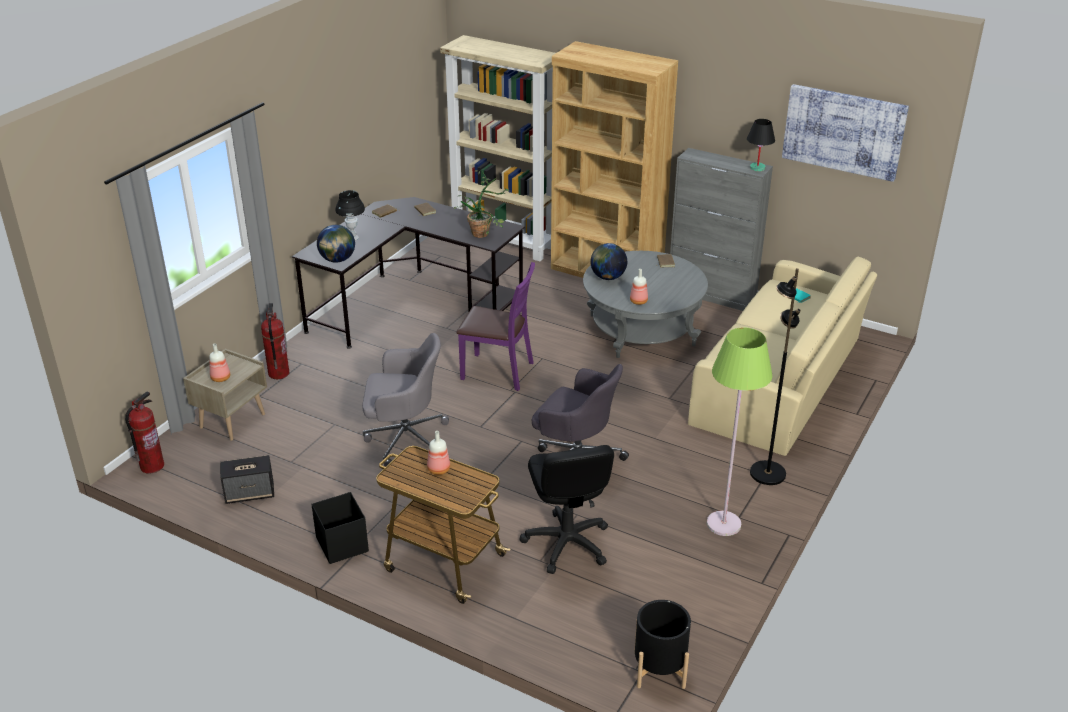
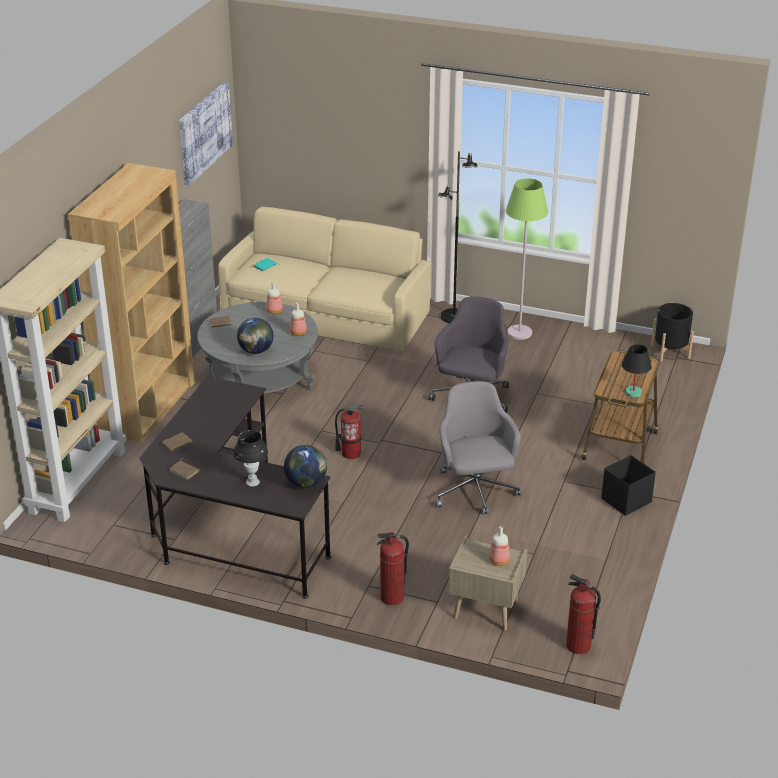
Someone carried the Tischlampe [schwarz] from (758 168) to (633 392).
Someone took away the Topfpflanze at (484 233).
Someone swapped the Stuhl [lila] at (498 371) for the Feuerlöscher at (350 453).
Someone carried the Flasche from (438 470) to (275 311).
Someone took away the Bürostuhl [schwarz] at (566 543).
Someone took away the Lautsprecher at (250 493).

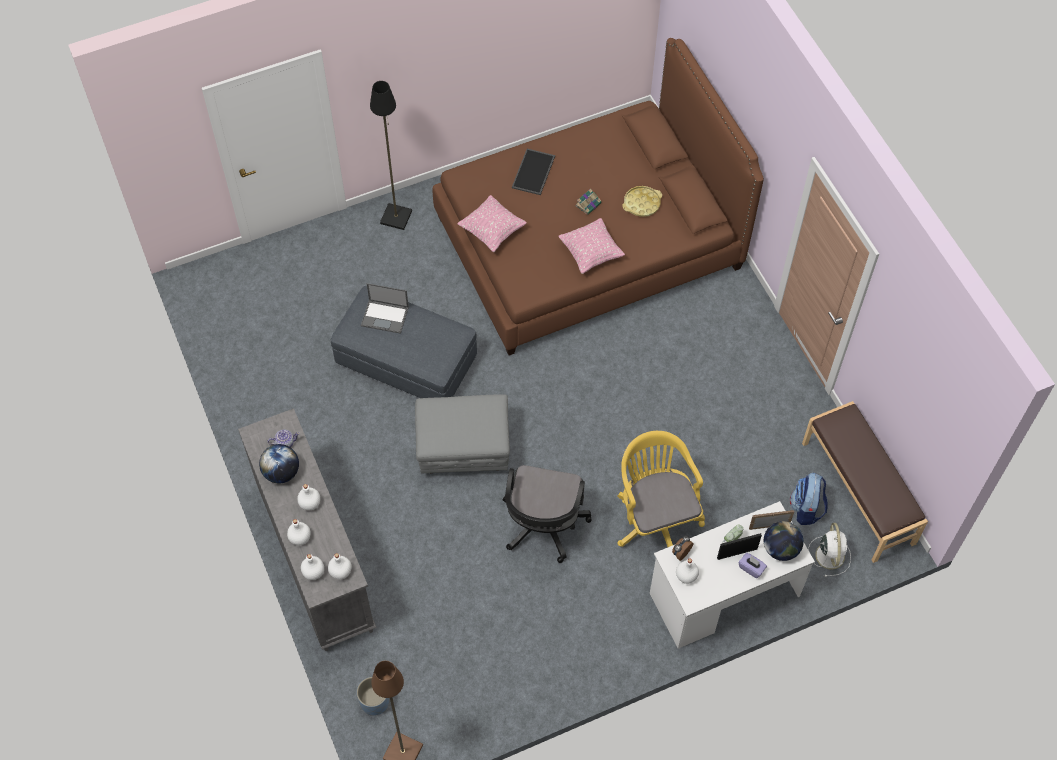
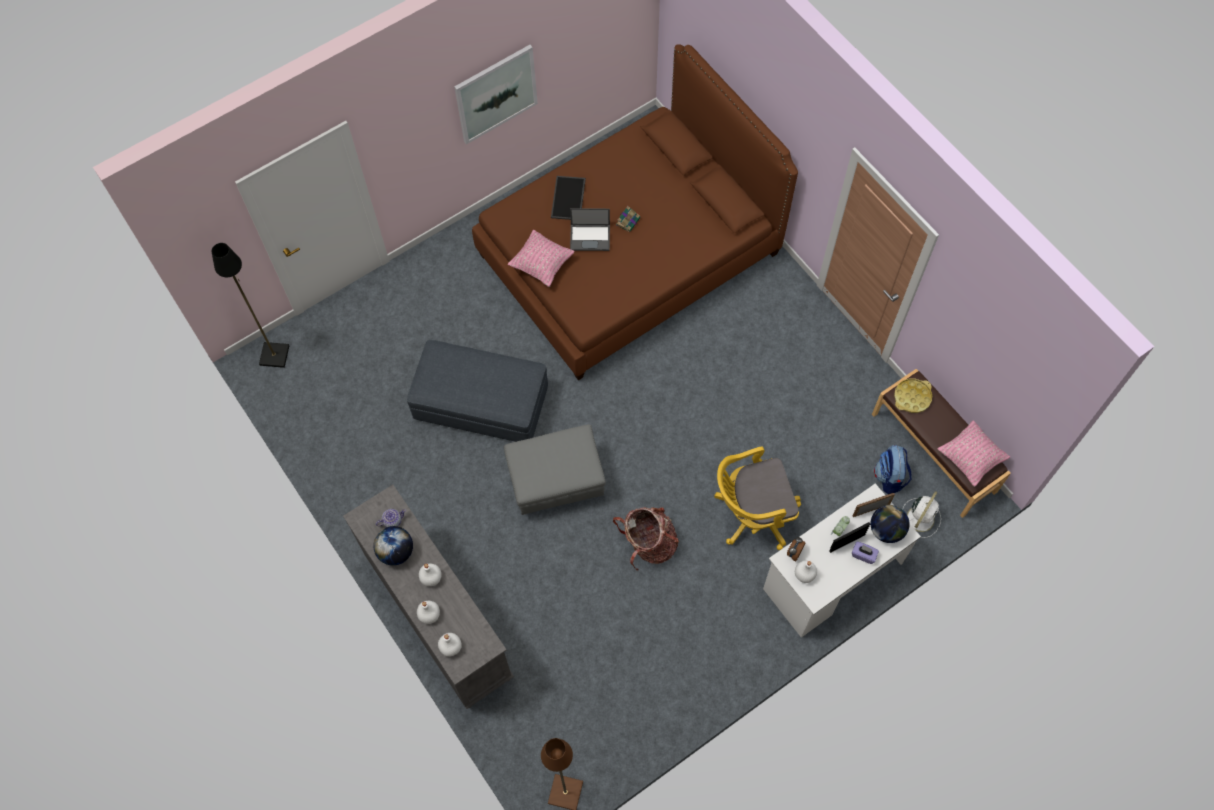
Someone carried the Stehlampe [schwarz] from (396 217) to (275 355).
Someone carried the Tablett [gelb] from (641 203) to (912 397).
Someone carried the Kissen [rosa] from (591 253) to (970 458).
Someone carried the Laptop from (385 316) to (590 237).
Someone rotated the Bürostuhl [gelb] at (655 518) by 75 degrees counterclockwise.
Someone swapped the Bürostuhl [schwarz] at (543 527) for the Rucksack at (648 544).
Someone rotated the Ventilator [weiß] at (829 554) by 45 degrees clockwise.
Someone took away the Flasche [weiß] at (341 571).
Someone took away the Pflanzkübel [blau] at (374 702).
Someone put up the Bild at (496 94).

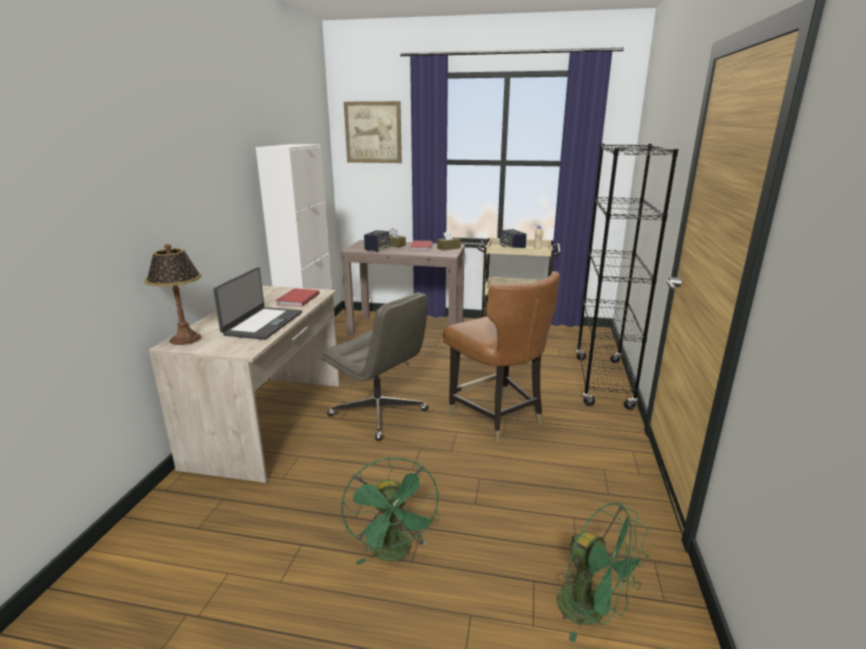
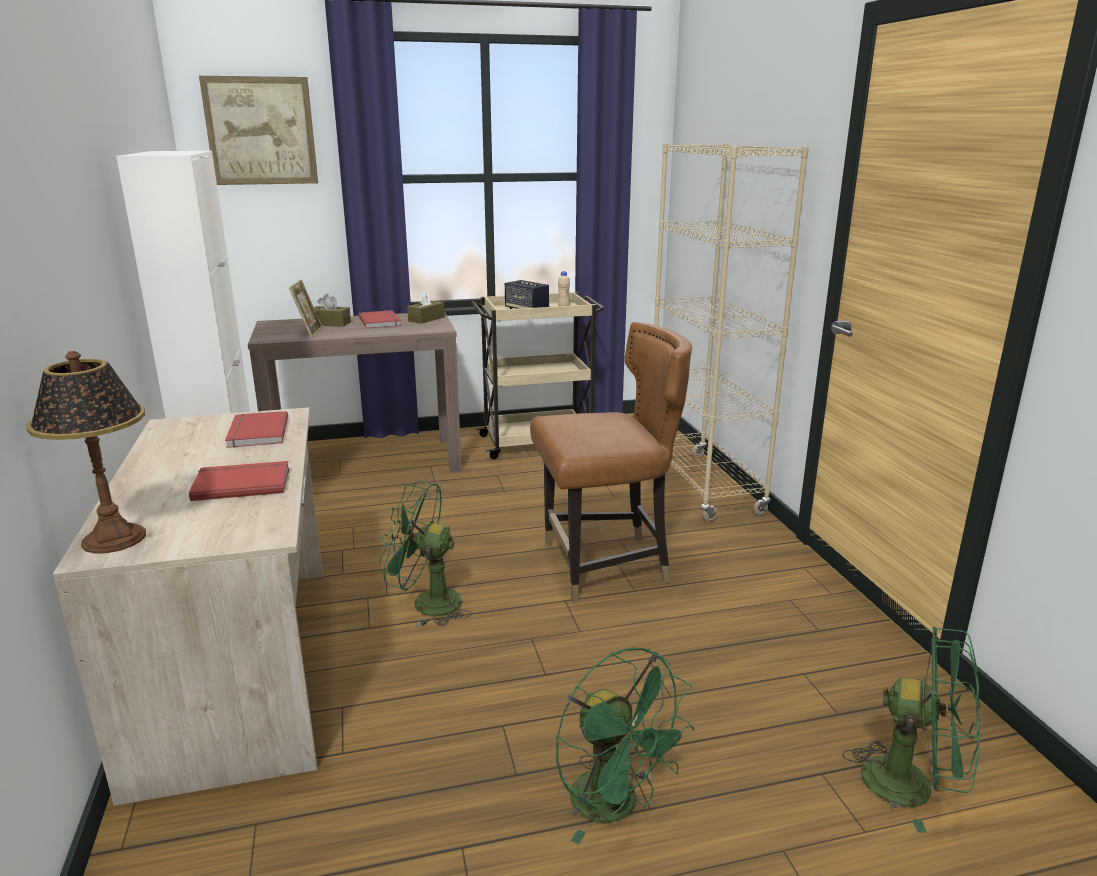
Someone repainted the Bücherregal [schwarz] at (602 382), which became the Bücherregal [beige] at (703 486).
Someone swapped the Lautsprecher at (377 249) for the Bilderrahmen at (309 333).
Someone swapped the Laptop at (262 323) for the Buch [rot] at (241 483).
Someone rotated the Stuhl [braun] at (497 417) by 45 degrees counterclockwise.
Someone swapped the Bürostuhl [grau] at (379 413) for the Ventilator [grün] at (426 603).

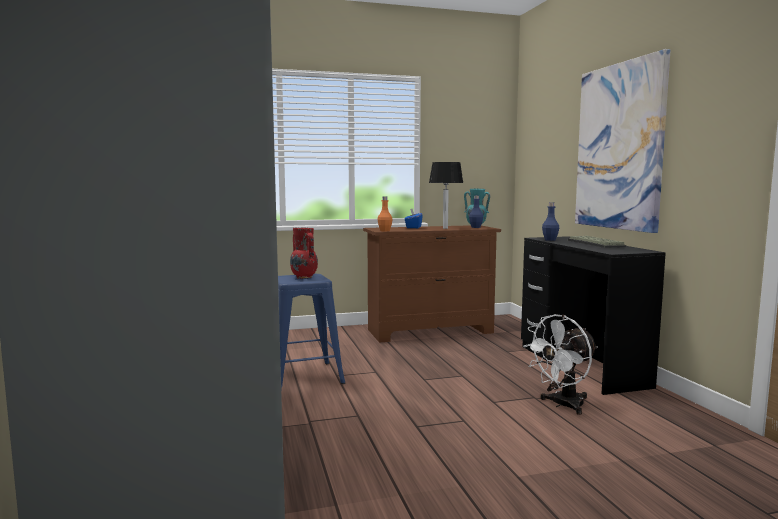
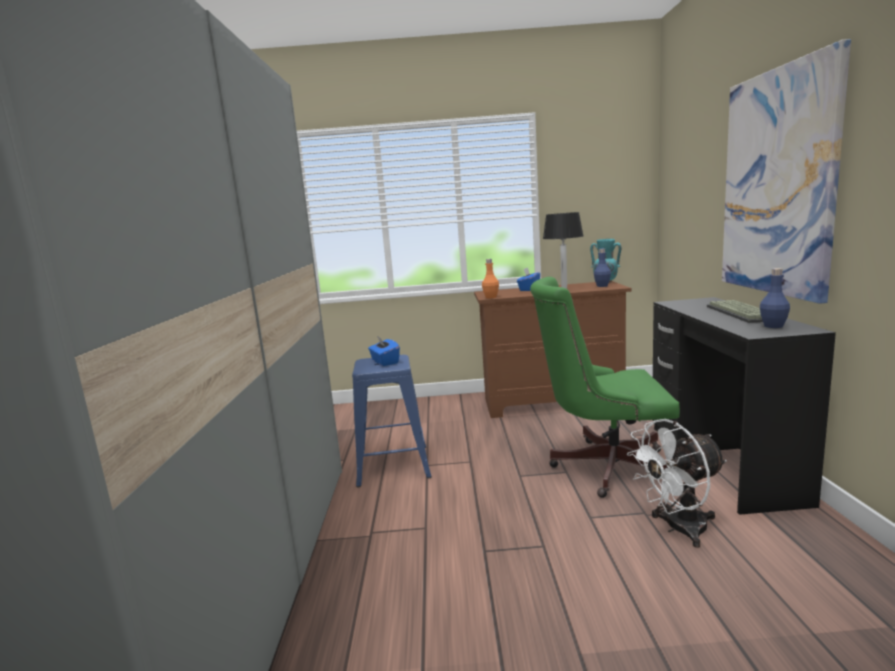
Someone carried the Flasche [blau] from (550 240) to (773 326).
Someone swapped the Vase [rot] at (304 277) for the Taschentuchbox [blau] at (384 362).
Someone put down the Bürostuhl [grün] at (604 466).

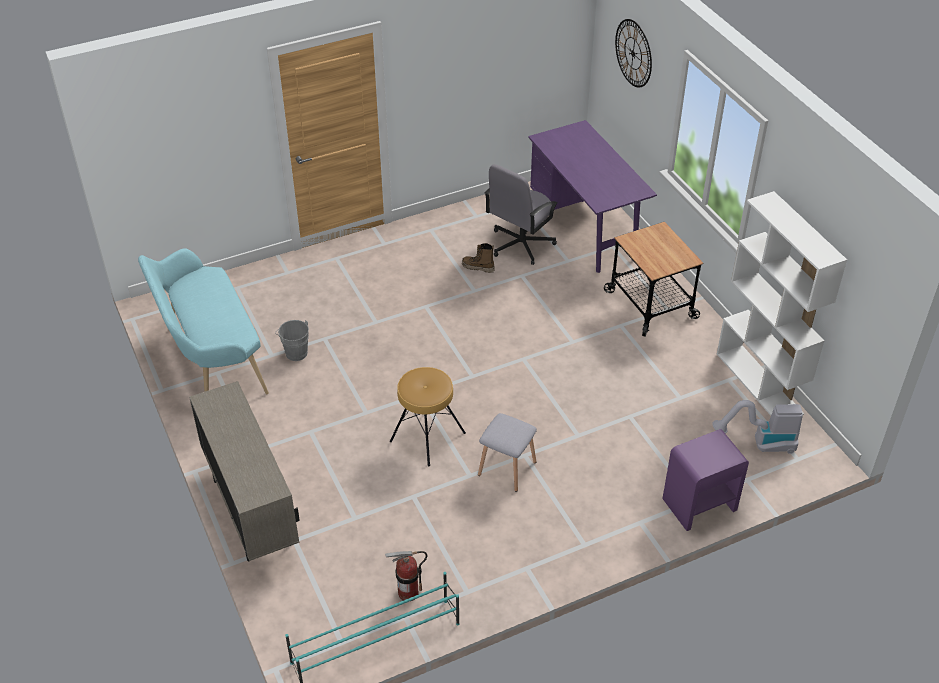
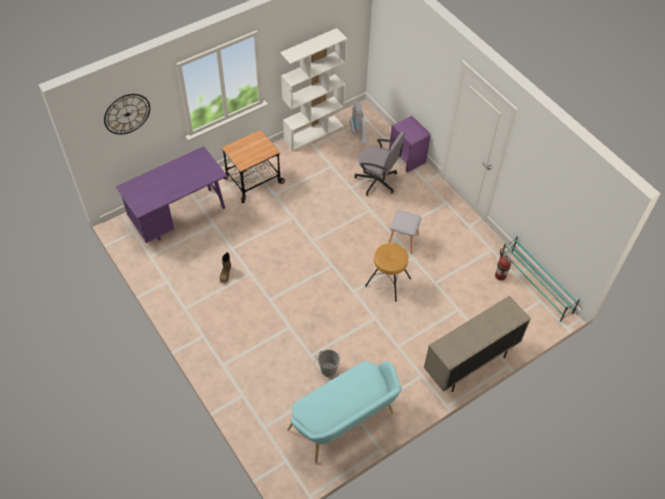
Someone carried the Bürostuhl [grau] from (520 244) to (377 181).

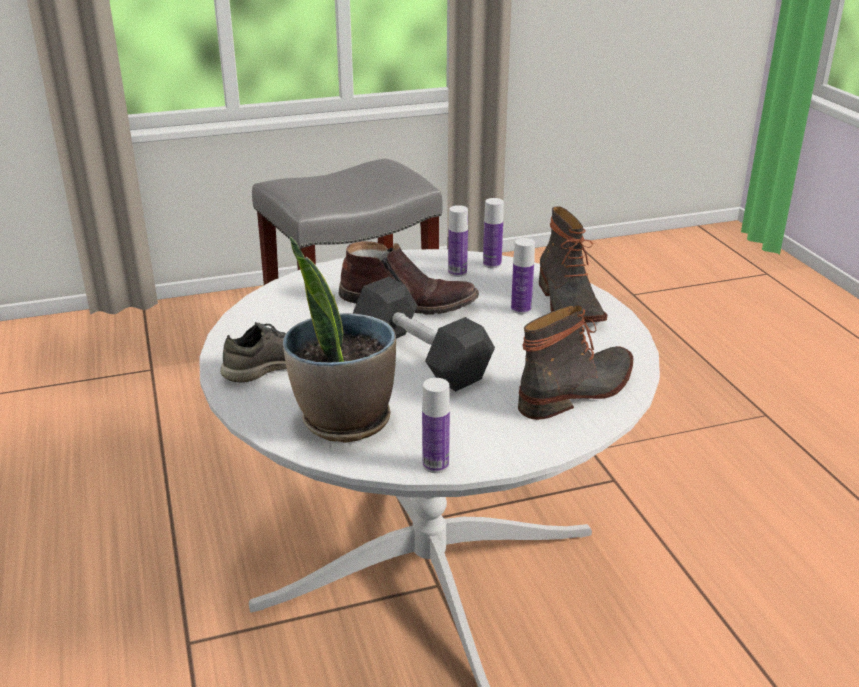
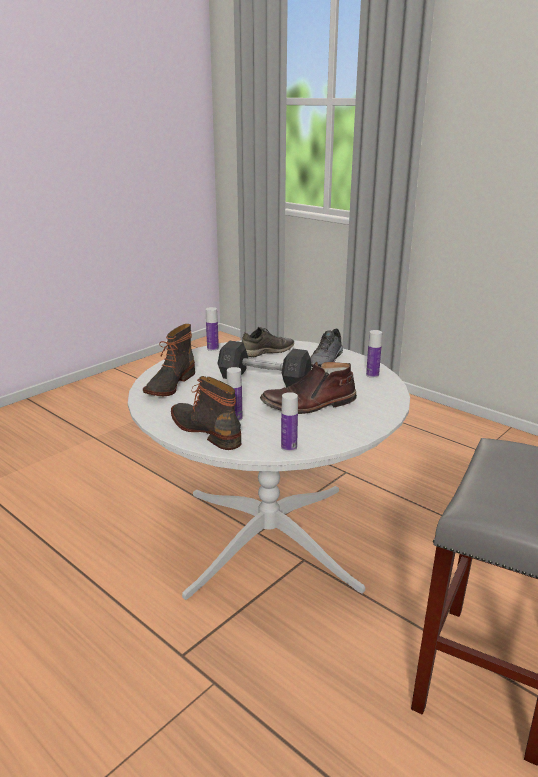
Someone carried the Flasche from (457 272) to (372 375).
Someone swapped the Topfpflanze at (344 420) for the Schuh [grau] at (266 351).

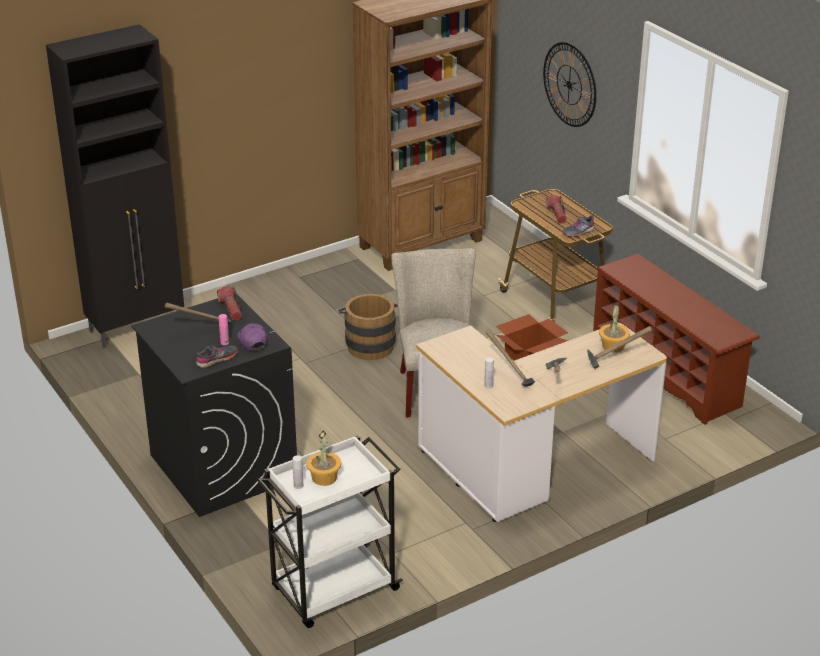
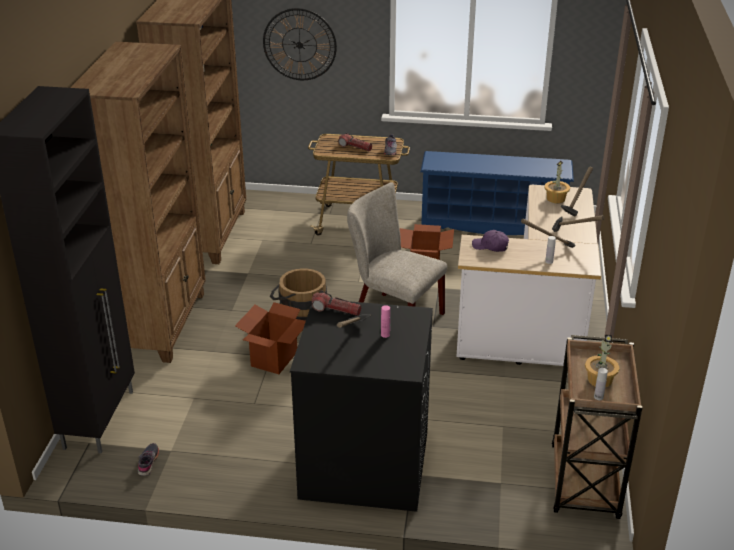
Someone repainted the Schuhregal [braun] at (667 372), which became the Schuhregal [blau] at (492 226).
Someone carried the Kappe [lila] from (252 341) to (490 246).
Someone carried the Schuh [grau] from (217 359) to (148 462).
Someone repainted the Rollwagen [weiß] at (333 590), which became the Rollwagen [braun] at (584 483).
Someone put down the Bücherregal [braun] at (162 324).
Someone put down the Karton at (274 359).

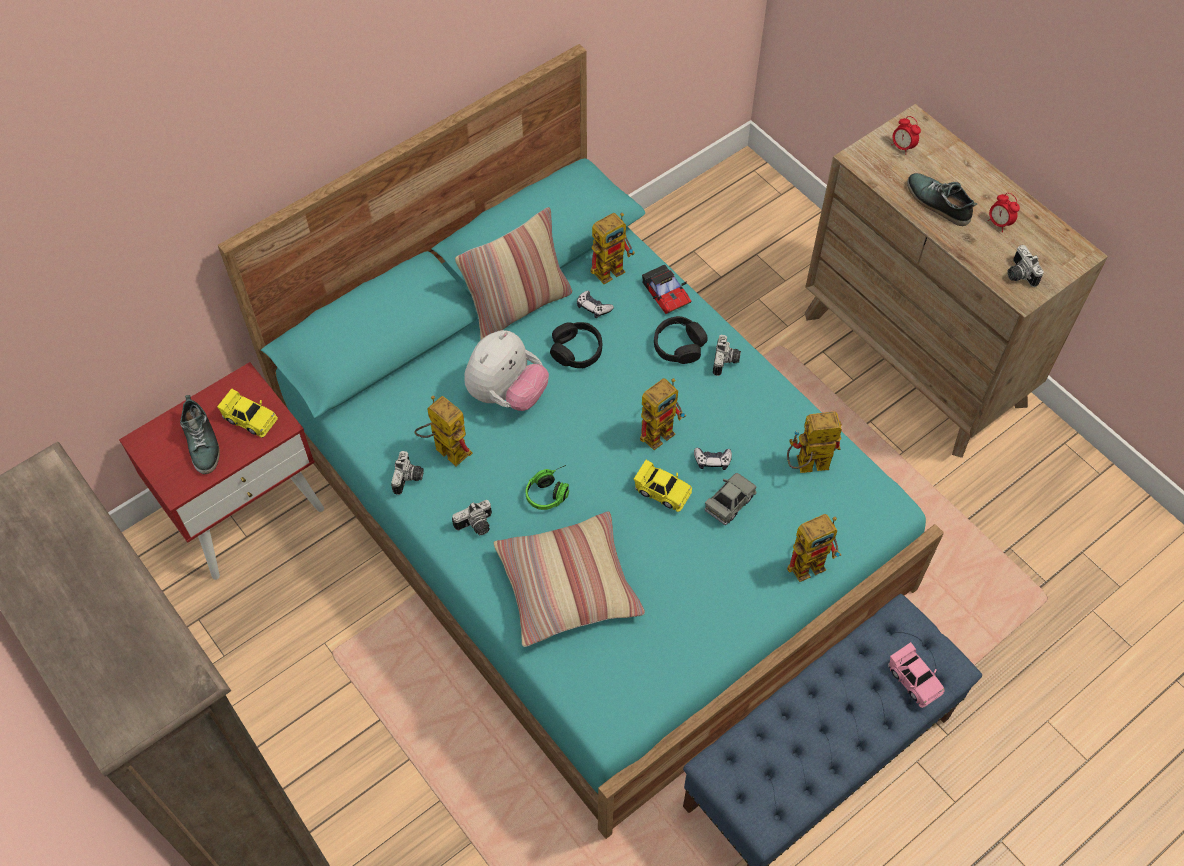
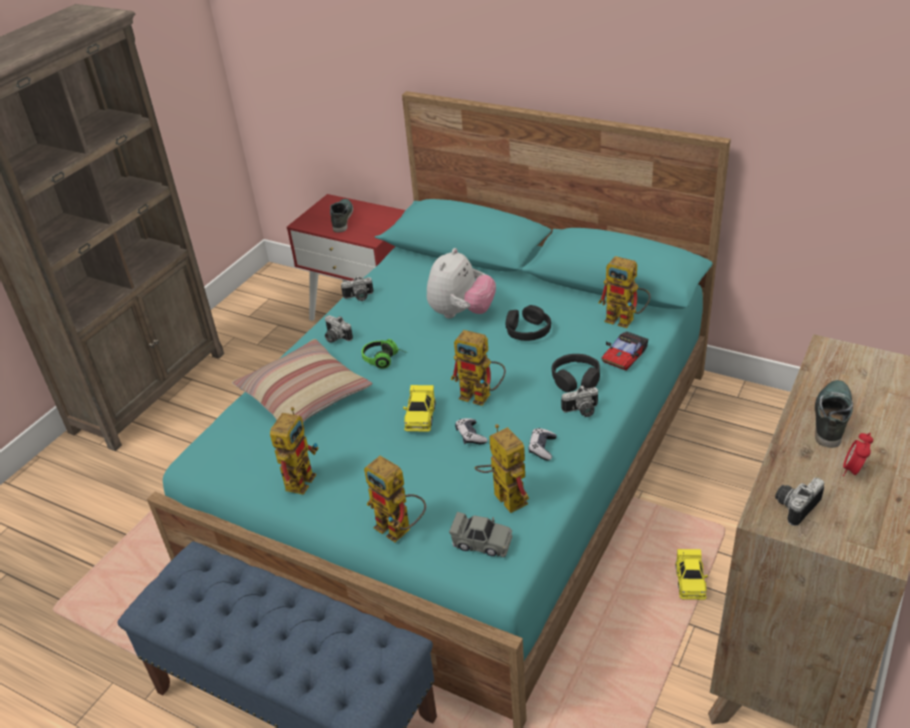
Someone took away the Wecker at (902 147).
Someone took away the Kissen at (518 307).
Someone carried the Gamepad from (593 307) to (542 448).
Someone rotated the Plüschtier at (507 394) by 75 degrees counterclockwise.
Someone carried the Spielzeugauto [gelb] from (250 419) to (690 581).
Someone rotated the Schuh at (202 442) by 135 degrees clockwise.
Someone carried the Spielzeugroboter from (445 449) to (301 476).
Someone carried the Spielzeugauto [grau] from (729 502) to (482 542).
Someone took away the Spielzeugauto [rosa] at (914 680).

